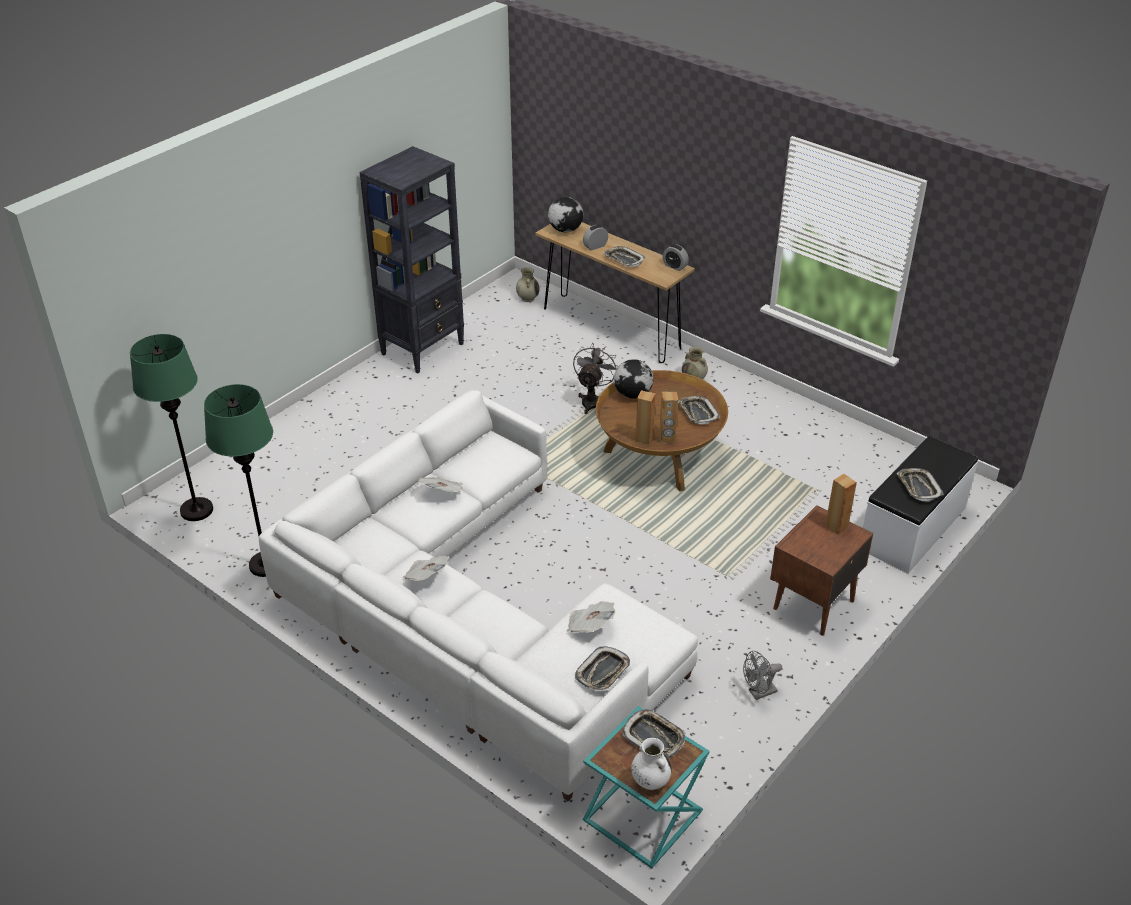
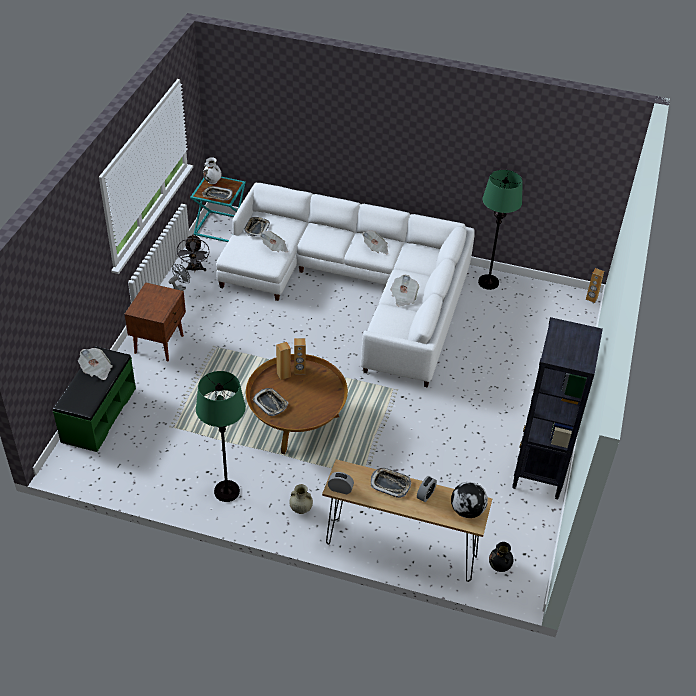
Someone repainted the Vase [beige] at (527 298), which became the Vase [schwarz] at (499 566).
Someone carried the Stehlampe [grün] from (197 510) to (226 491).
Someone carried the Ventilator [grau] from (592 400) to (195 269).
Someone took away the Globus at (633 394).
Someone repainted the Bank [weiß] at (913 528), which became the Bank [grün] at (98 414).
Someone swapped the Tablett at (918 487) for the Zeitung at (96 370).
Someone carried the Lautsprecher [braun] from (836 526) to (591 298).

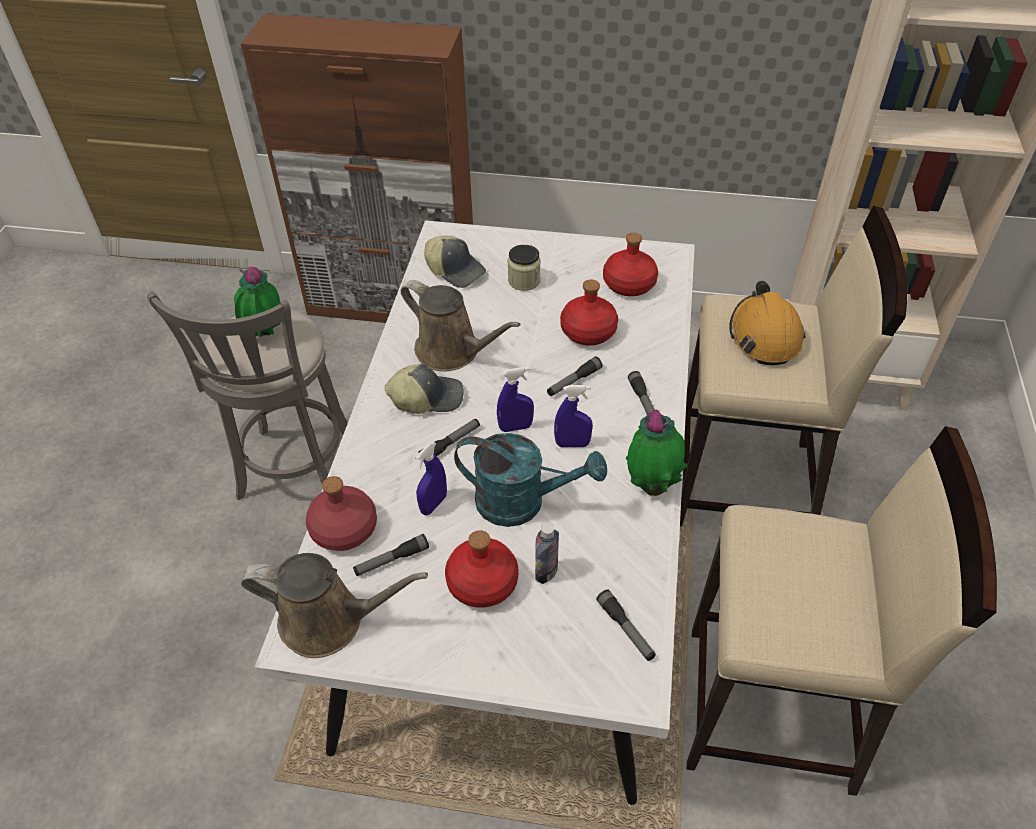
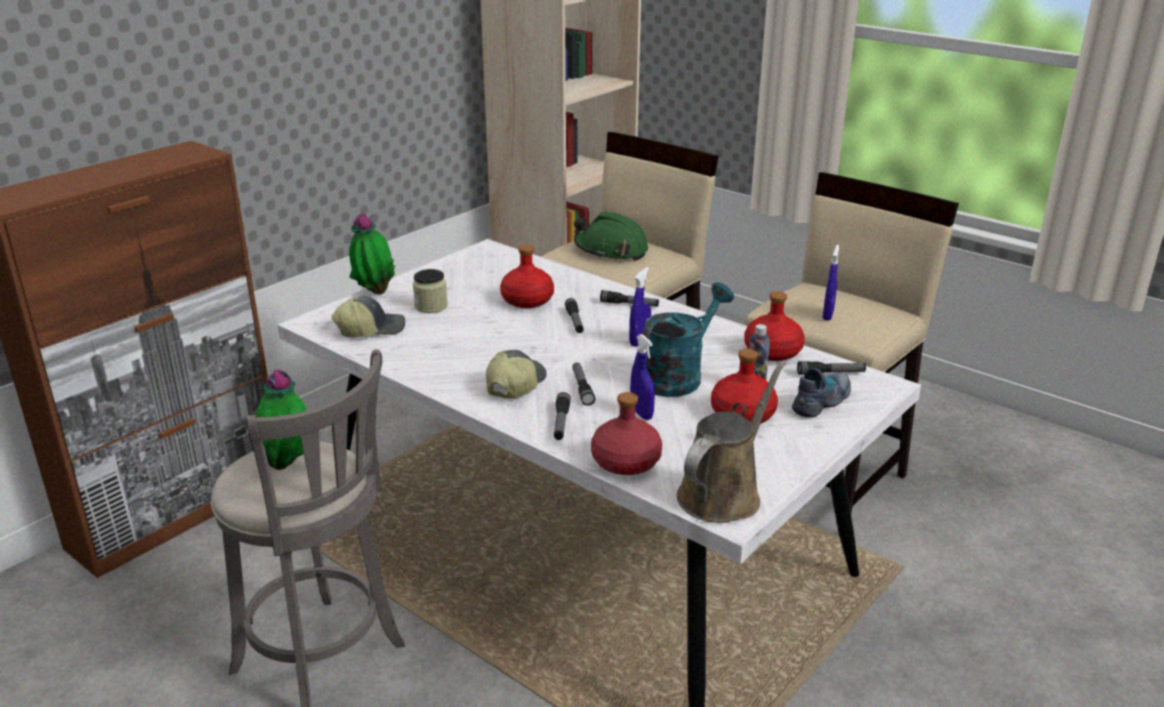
Someone carried the Flasche [rot] from (628 284) to (773 352).
Someone took away the Gießkanne [braun] at (452 351).
Someone repainted the Schutzhelm [orange] at (764 335), which became the Schutzhelm [grün] at (610 250).
Someone carried the Sprühflasche [blau] from (515 427) to (828 315).
Someone carried the Topfpflanze from (651 486) to (374 292).
Someone carried the Taschenlampe from (391 560) to (561 422).
Someone put down the Schuh at (822 401).

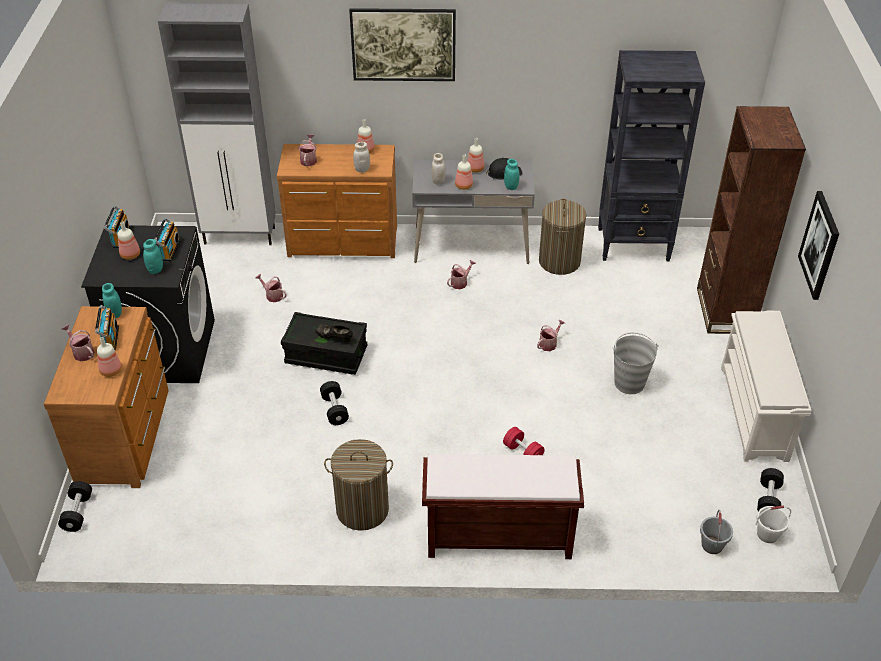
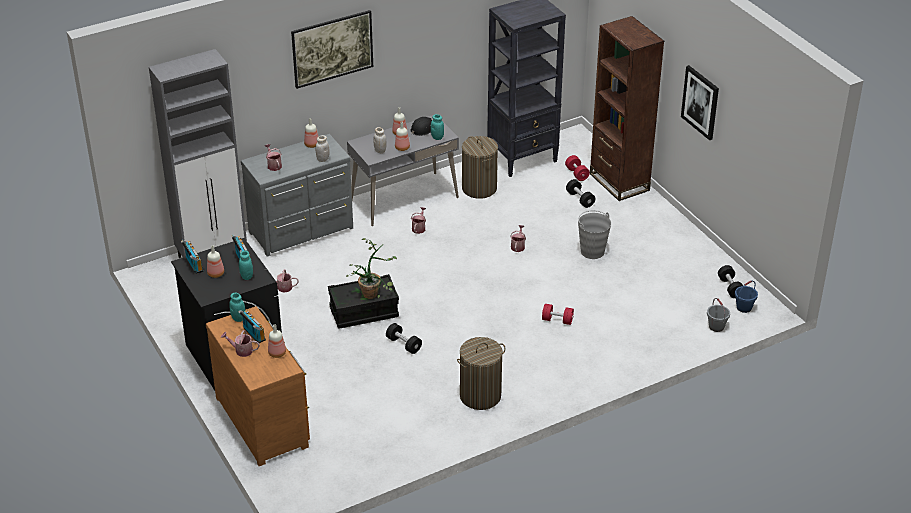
Someone repainted the Kommode [braun] at (343 243), which became the Kommode [grau] at (303 231).
Someone took away the Schuhregal [weiß] at (755 413).
Someone swapped the Schuh [schwarz] at (334 338) for the Topfpflanze at (374 292).
Someone took away the Bank [braun] at (497 537).
Someone carried the Hantel [schwarz] from (78 513) to (580 199).
Someone repainted the Eimer [weiß] at (767 534), which became the Eimer [blau] at (744 308).
Someone put down the Hantel [rot] at (577 174).

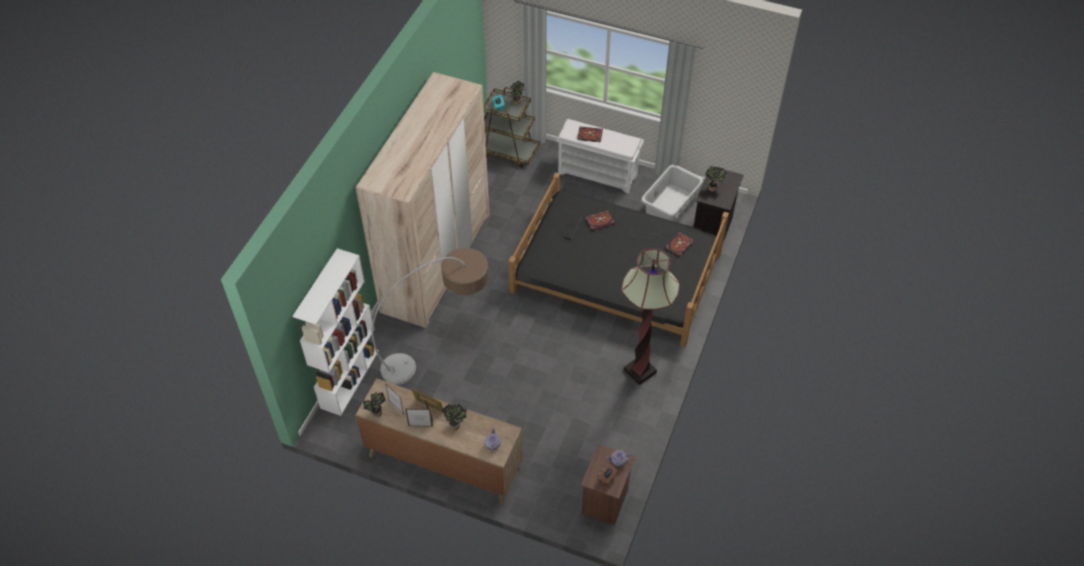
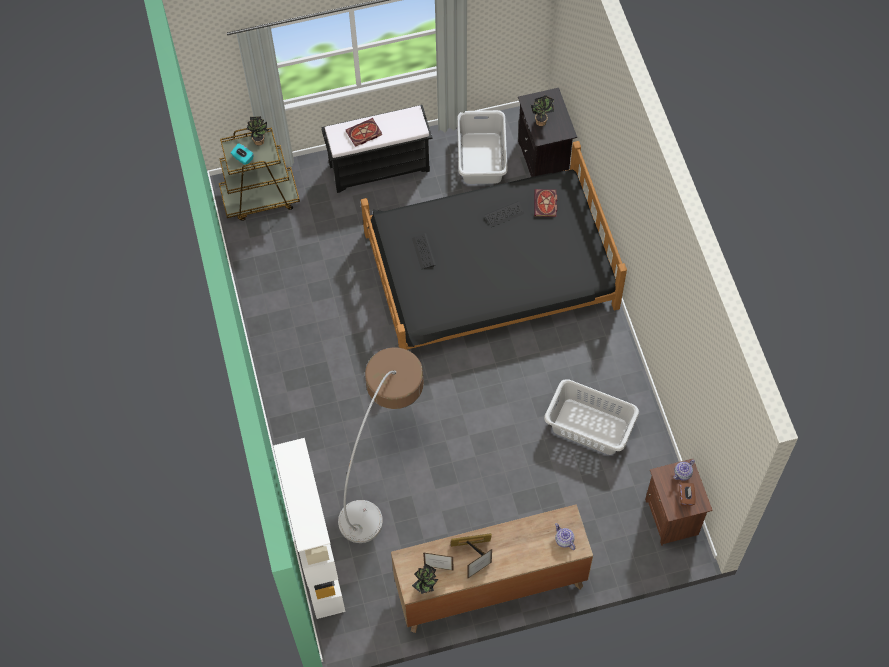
Someone took away the Kleiderschrank [beige] at (437 261).
Someone repainted the Bank [weiß] at (598 174), which became the Bank [schwarz] at (380 167).
Someone took away the Buch at (600 221).
Someone took away the Stehlampe at (639 371).
Someone took away the Topfpflanze at (456 425).
Someone put down the Wäschekorb [grau] at (589 427).

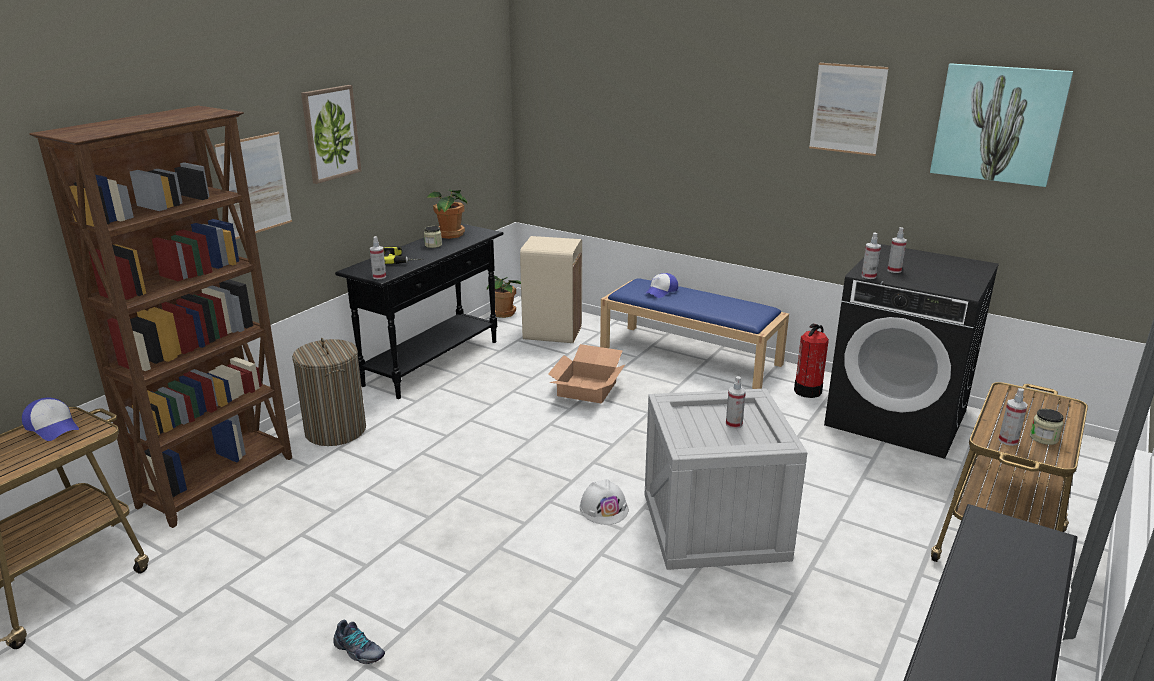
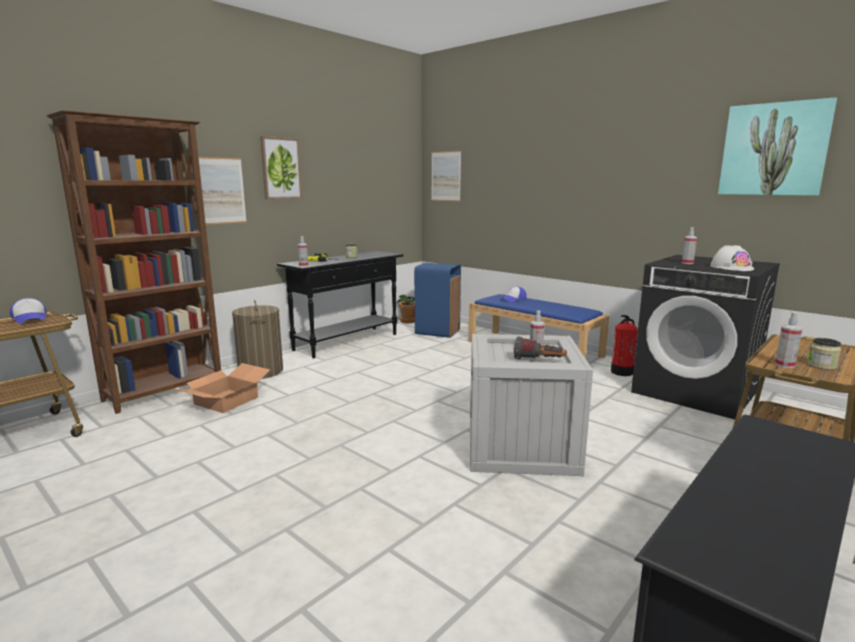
Someone carried the Bild from (847 109) to (446 176).
Someone took away the Topfpflanze at (449 235).
Someone took away the Sprühflasche at (868 276).
Someone repainted the Mülleimer [beige] at (552 333), which became the Mülleimer [blau] at (437 332).
Someone carried the Karton from (586 388) to (226 400).
Someone carried the Schutzhelm [weiß] from (604 508) to (731 267).
Someone took away the Schuh at (358 651).
Someone put down the Taschenlampe at (539 361).

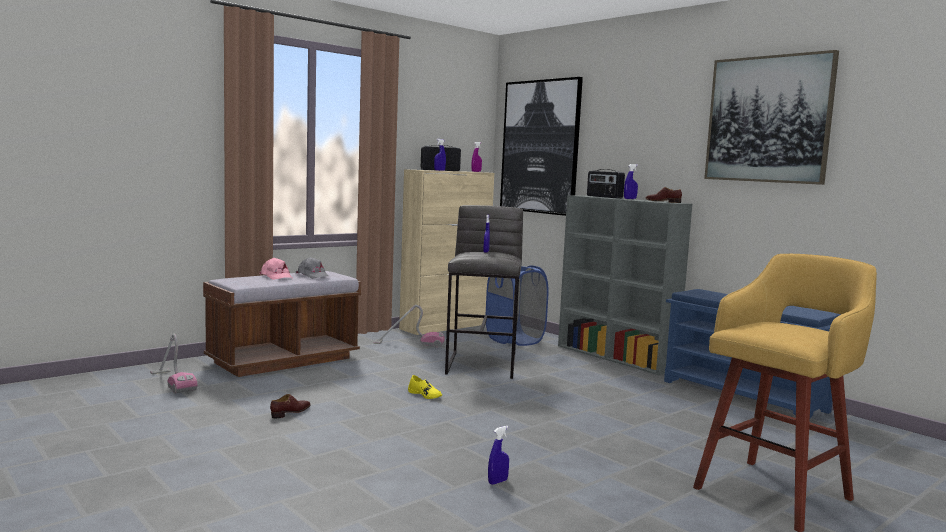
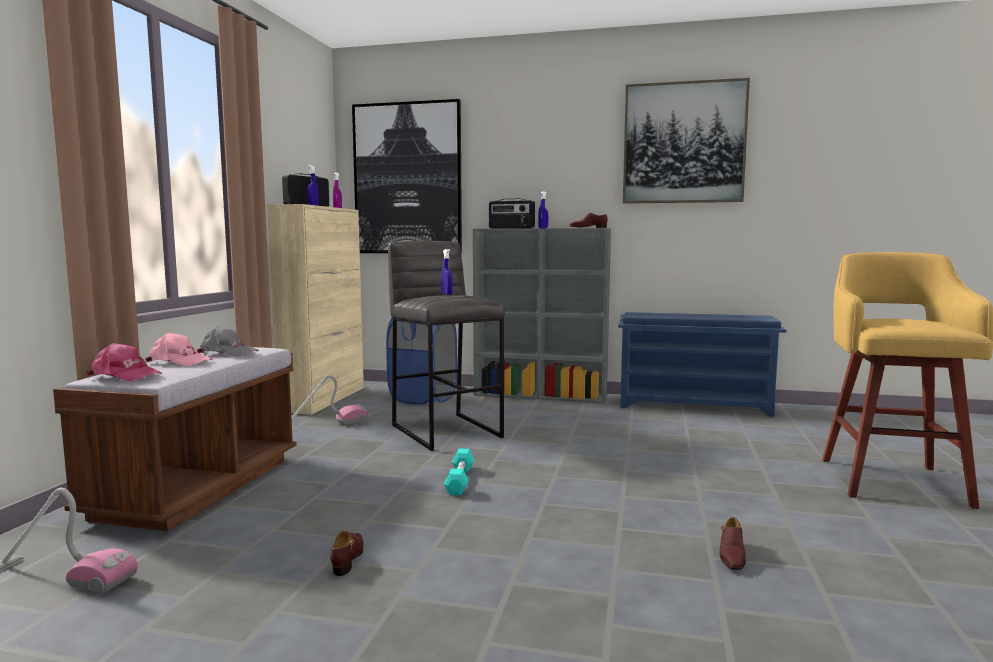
Someone swapped the Schuh [gelb] at (425 395) for the Hantel [türkis] at (460 480).
Someone swapped the Sprühflasche [blau] at (497 482) for the Schuh [braun] at (731 556).
Someone put down the Kappe [rosa] at (125 375).

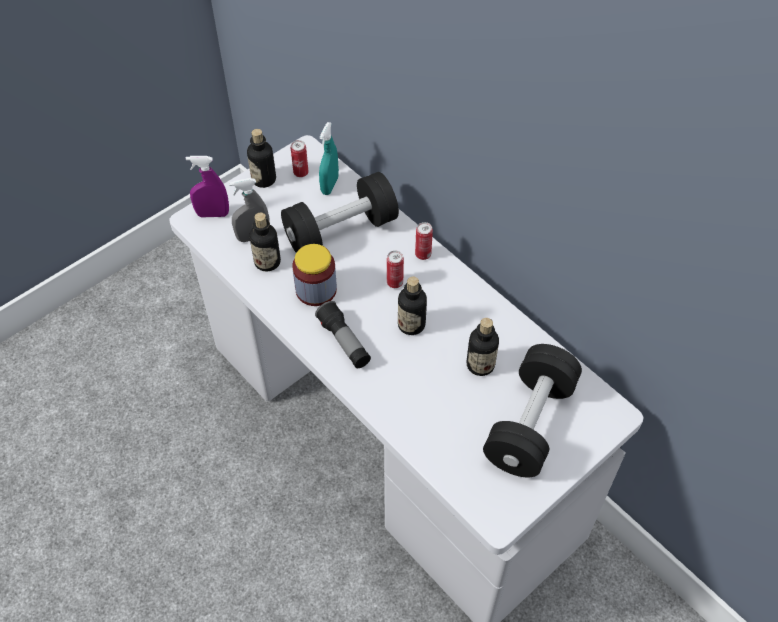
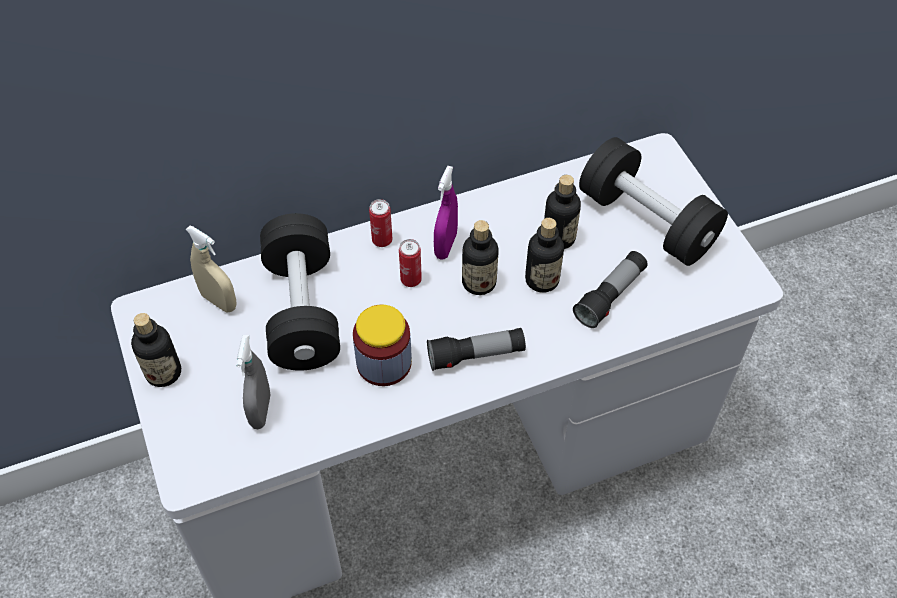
Someone repainted the Sprühflasche [türkis] at (329 185), which became the Sprühflasche [beige] at (219 301).
Someone took away the Dose at (301 173).
Someone carried the Sprühflasche [lila] from (213 214) to (445 245).
Someone carried the Flasche from (267 262) to (542 280).
Someone put down the Taschenlampe at (610 296).

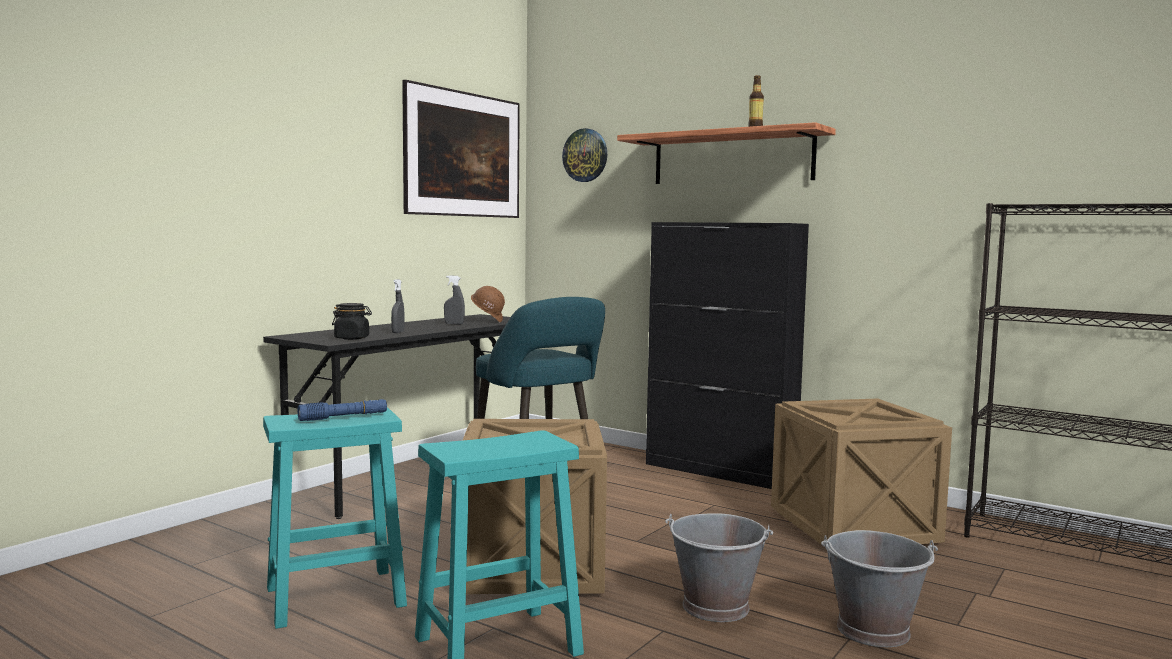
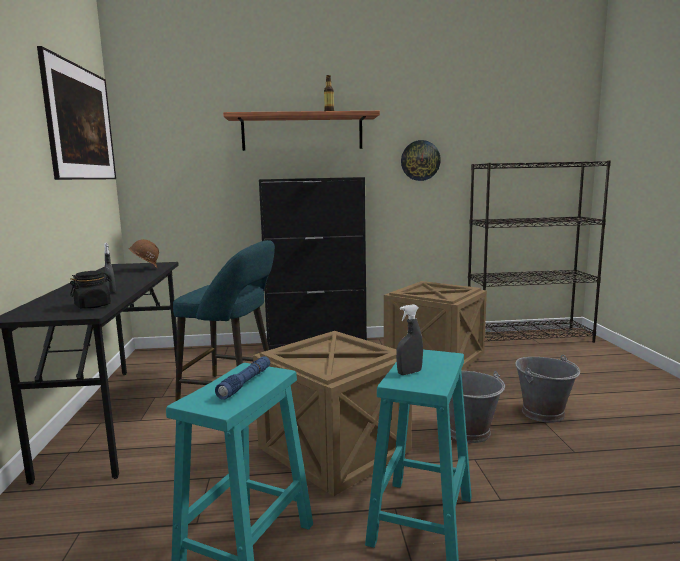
Someone carried the Wanduhr from (585 155) to (420 160).
Someone carried the Sprühflasche [grau] from (454 324) to (409 372).

